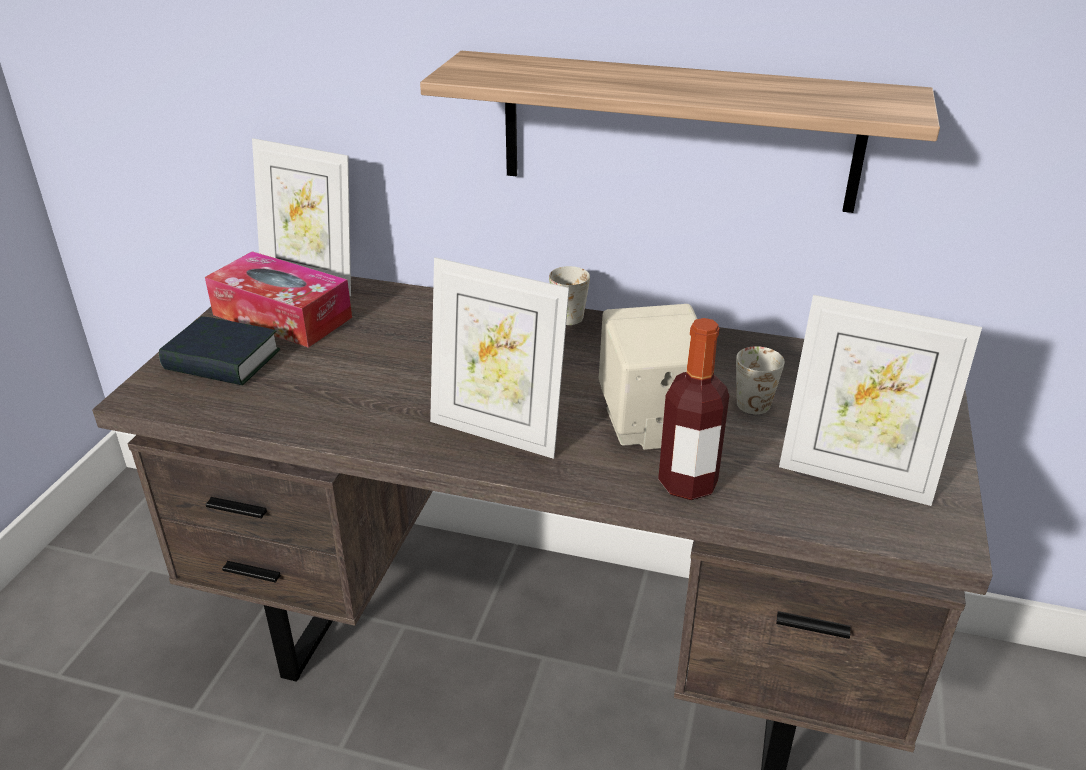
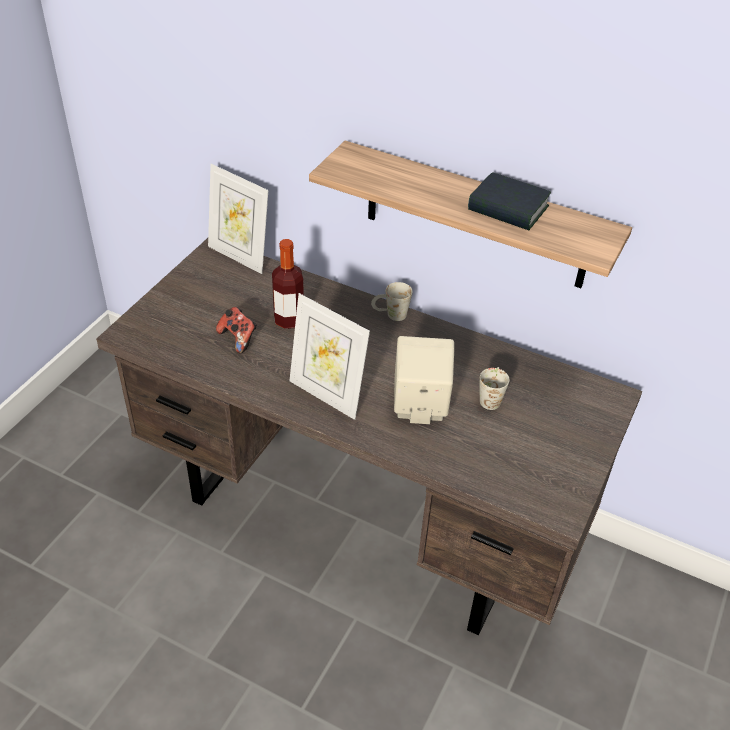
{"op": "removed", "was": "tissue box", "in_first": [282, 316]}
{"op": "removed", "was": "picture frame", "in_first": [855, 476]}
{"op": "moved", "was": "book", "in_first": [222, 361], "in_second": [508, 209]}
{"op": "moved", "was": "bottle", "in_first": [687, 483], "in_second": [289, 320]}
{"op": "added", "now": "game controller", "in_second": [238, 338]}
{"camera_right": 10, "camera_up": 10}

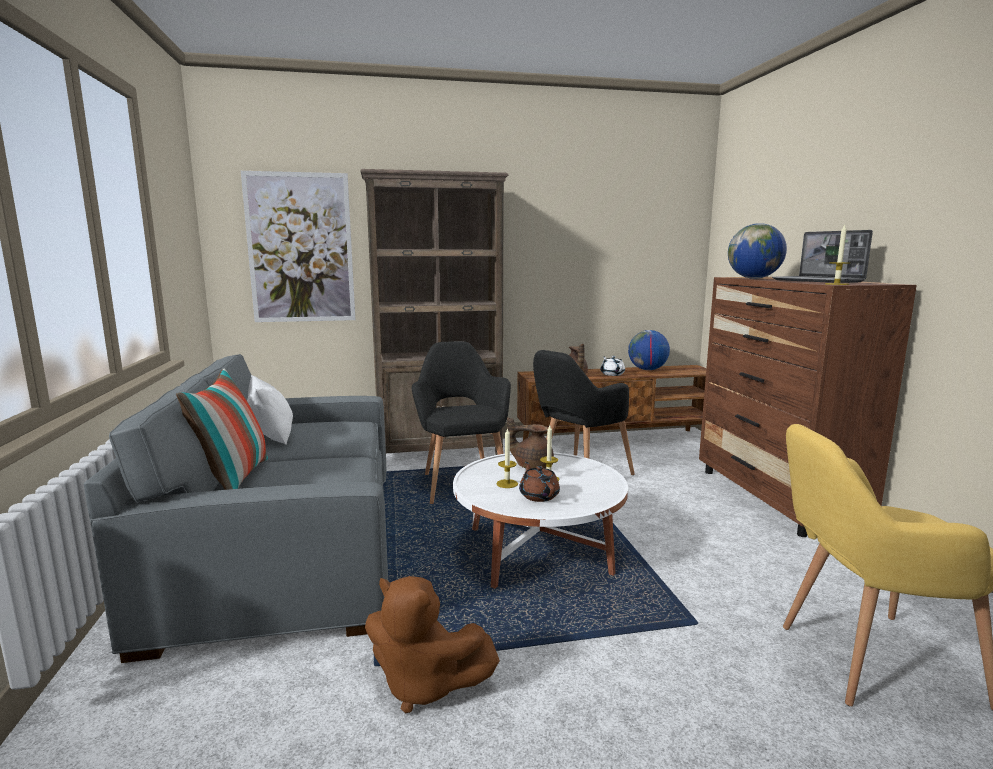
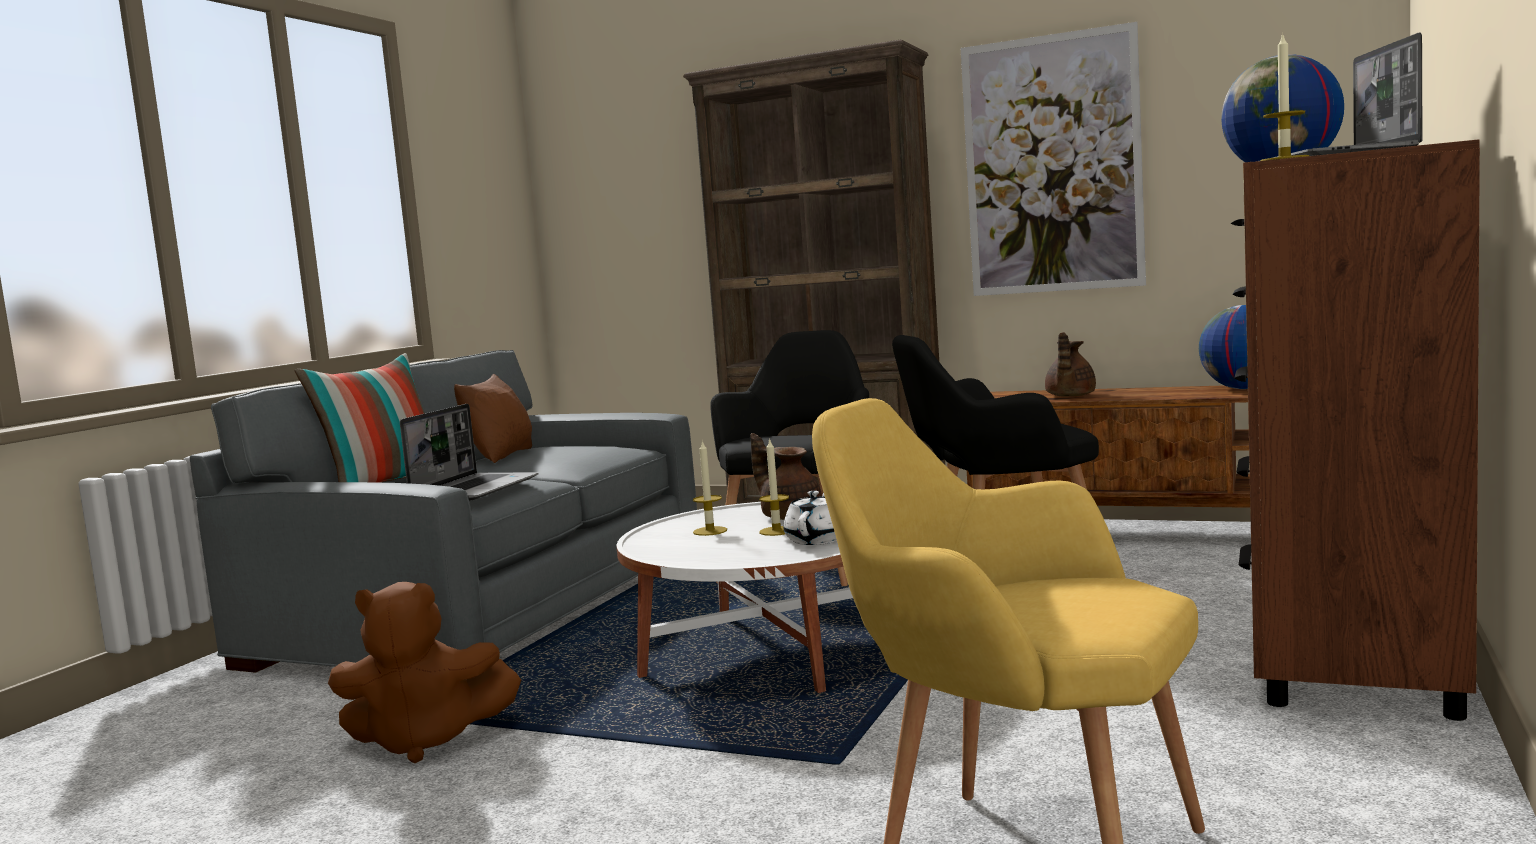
{"op": "moved", "was": "picture", "in_first": [300, 248], "in_second": [1052, 165]}
{"op": "moved", "was": "teapot (white)", "in_first": [612, 374], "in_second": [817, 540]}
{"op": "recoloured", "was": "pillow (white)", "now": "pillow (brown)", "in_first": [272, 437], "in_second": [500, 456]}
{"op": "removed", "was": "teapot (brown)", "in_first": [539, 495]}
{"op": "turned", "was": "plush toy (brown)", "in_first": [424, 684], "in_second": [425, 741], "clockwise": -60}
{"op": "added", "now": "laptop", "in_second": [475, 489]}
{"camera_right": 35, "camera_up": -5}

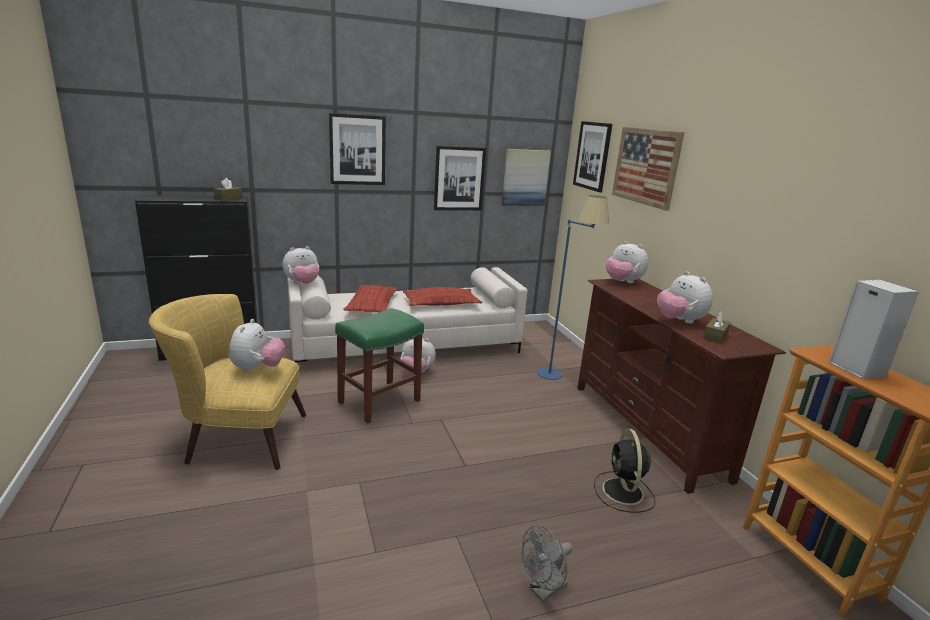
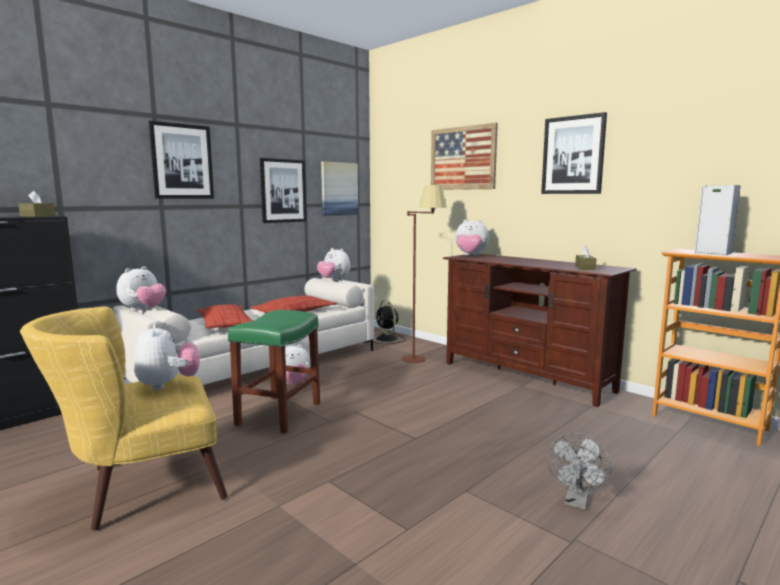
{"op": "moved", "was": "picture", "in_first": [592, 156], "in_second": [573, 155]}
{"op": "recoloured", "was": "floor lamp (blue)", "now": "floor lamp (brown)", "in_first": [560, 373], "in_second": [422, 357]}
{"op": "moved", "was": "plush toy", "in_first": [679, 321], "in_second": [334, 280]}
{"op": "moved", "was": "fan (black)", "in_first": [623, 492], "in_second": [387, 339]}
{"camera_right": -25, "camera_up": -10}

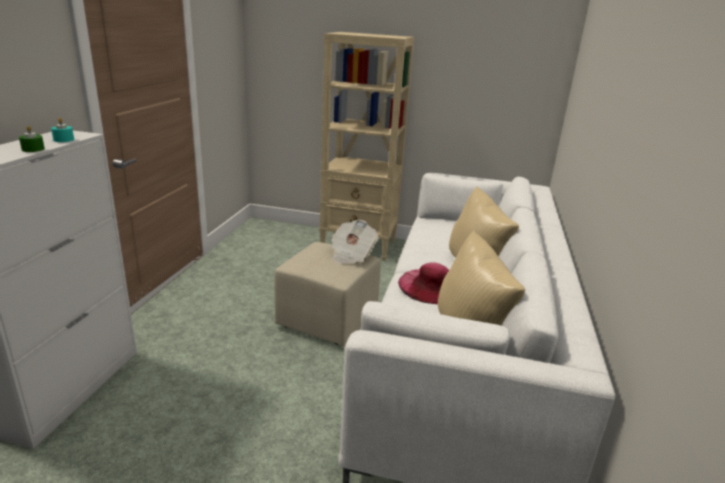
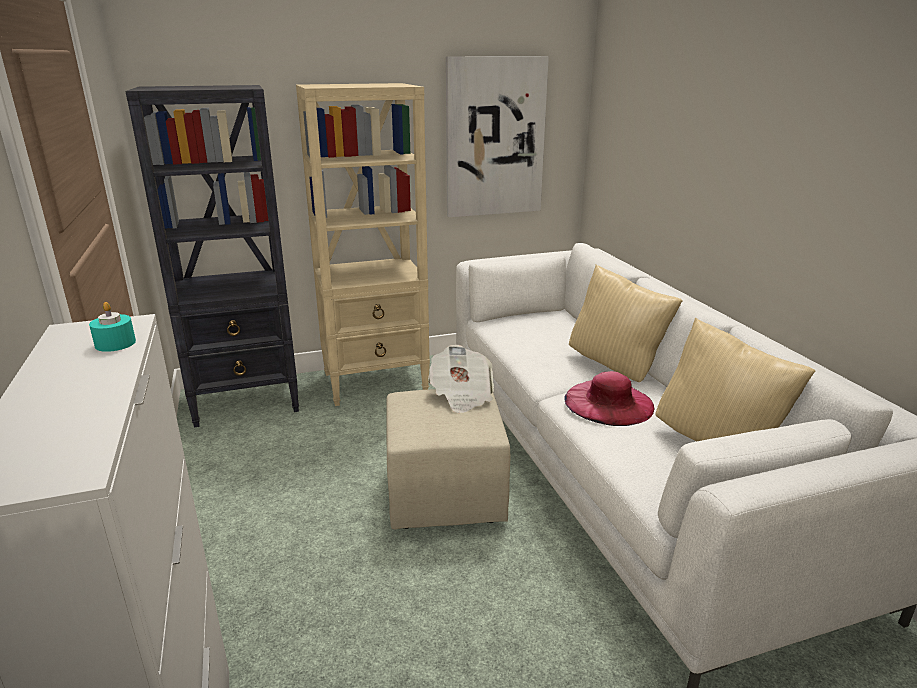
{"op": "removed", "was": "candle (green)", "in_first": [33, 149]}
{"op": "added", "now": "picture", "in_second": [494, 138]}
{"op": "added", "now": "bookcase (black)", "in_second": [248, 401]}
{"camera_right": -30, "camera_up": 0}

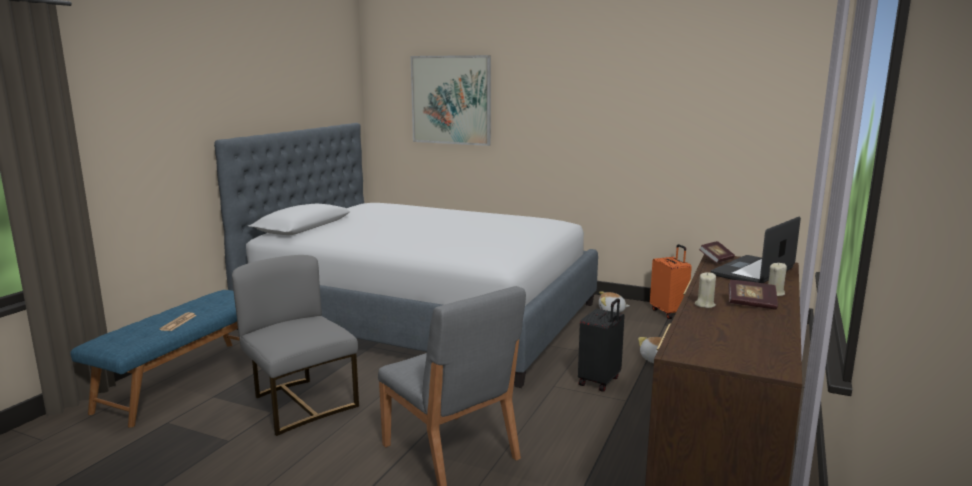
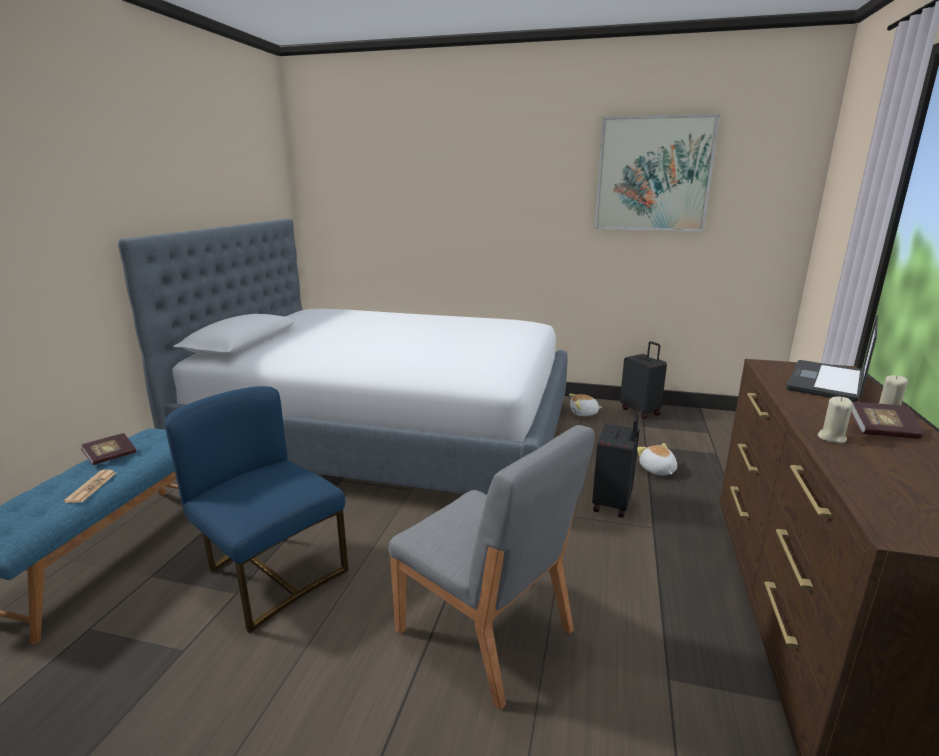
{"op": "moved", "was": "picture", "in_first": [451, 100], "in_second": [653, 174]}
{"op": "moved", "was": "book", "in_first": [716, 260], "in_second": [111, 457]}
{"op": "recoloured", "was": "suitcase (orange)", "now": "suitcase (black)", "in_first": [669, 312], "in_second": [640, 411]}
{"op": "recoloured", "was": "chair (grey)", "now": "chair (blue)", "in_first": [300, 403], "in_second": [271, 574]}
{"camera_right": -10, "camera_up": 5}

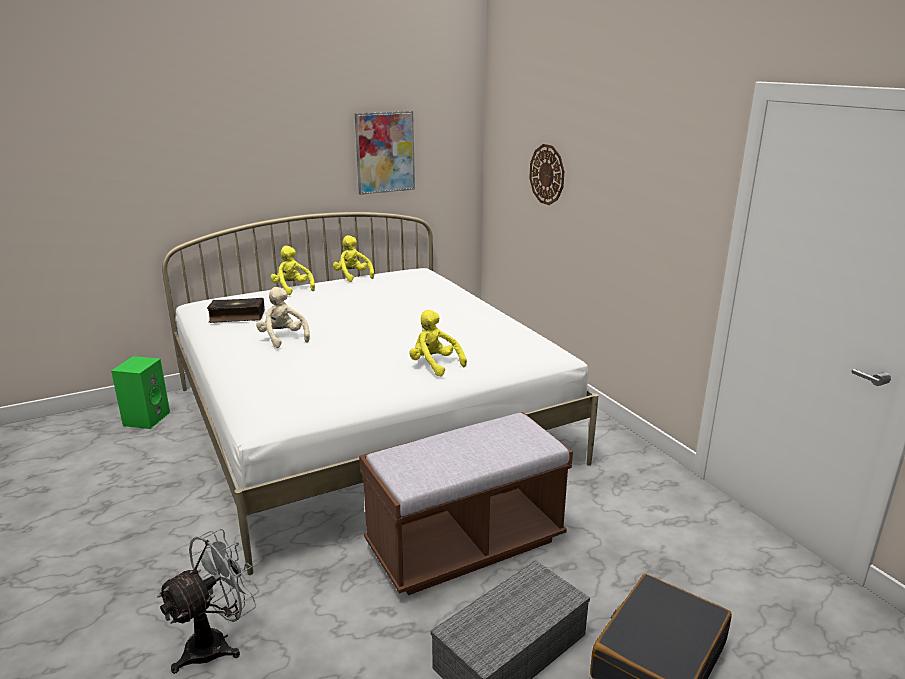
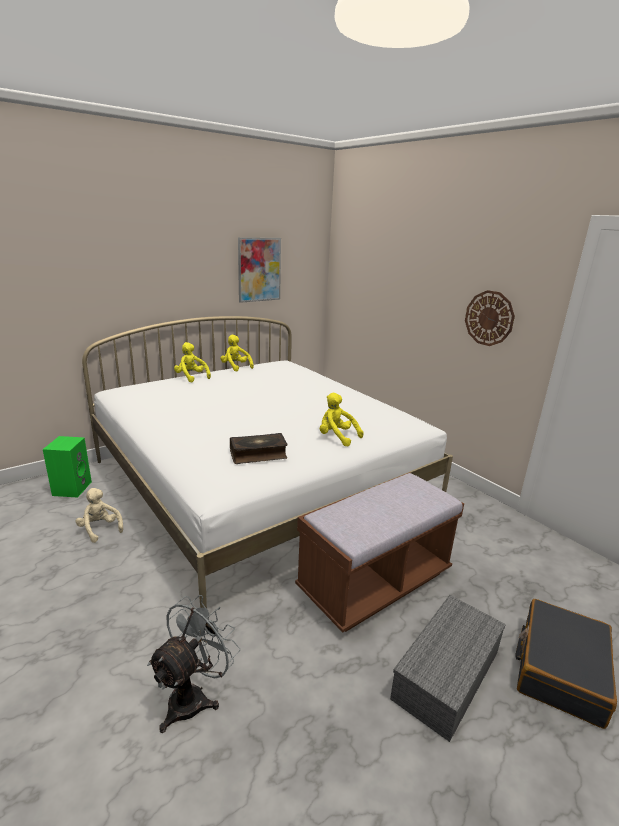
{"op": "moved", "was": "wall clock", "in_first": [547, 174], "in_second": [489, 318]}
{"op": "moved", "was": "plush toy (beige)", "in_first": [283, 338], "in_second": [100, 529]}
{"op": "moved", "was": "book", "in_first": [237, 316], "in_second": [258, 454]}
{"camera_right": -10, "camera_up": 0}

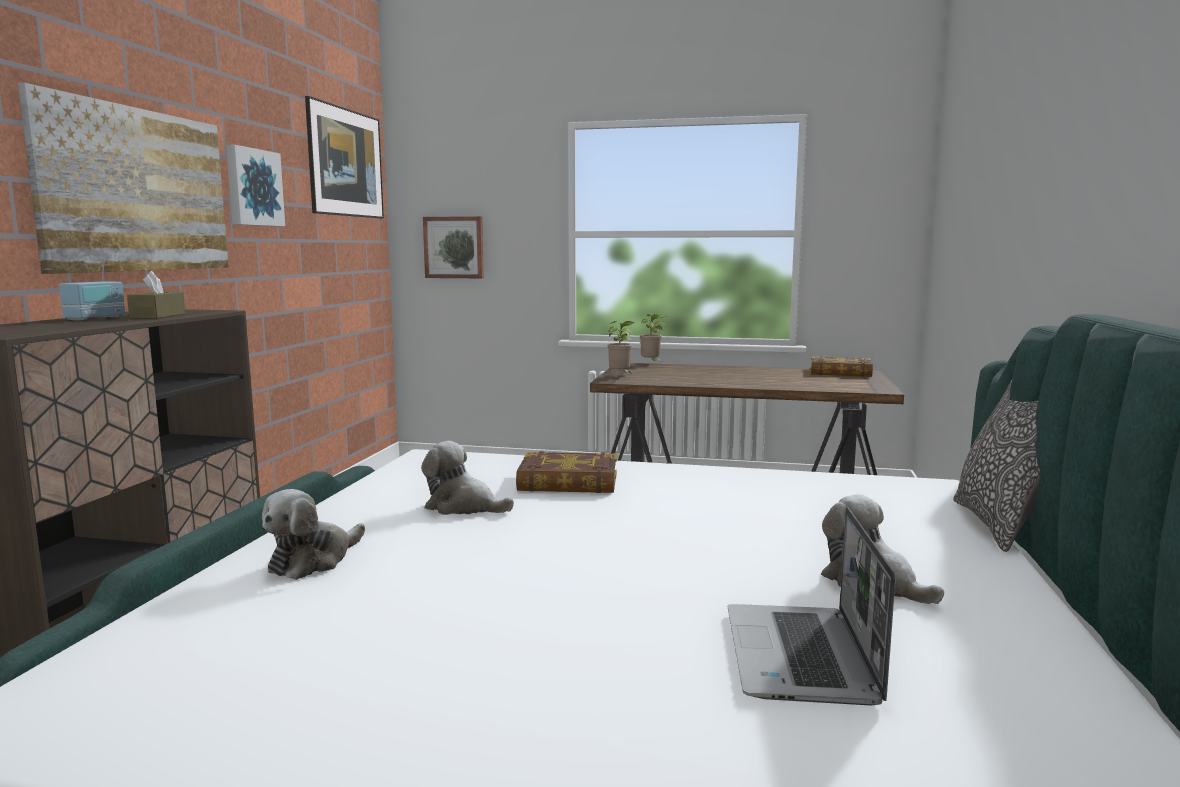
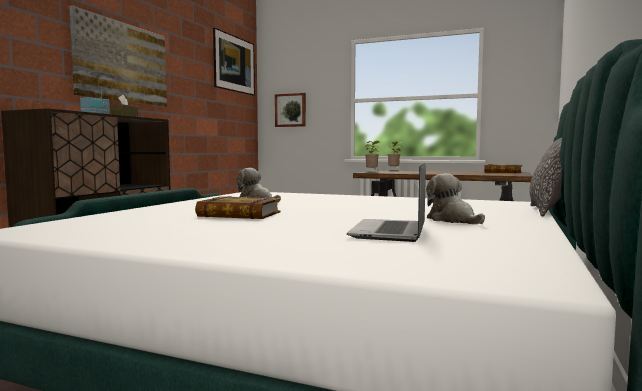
{"op": "removed", "was": "picture", "in_first": [253, 187]}
{"op": "moved", "was": "book", "in_first": [568, 482], "in_second": [239, 214]}
{"op": "removed", "was": "plush toy", "in_first": [313, 560]}
{"camera_right": 10, "camera_up": -5}

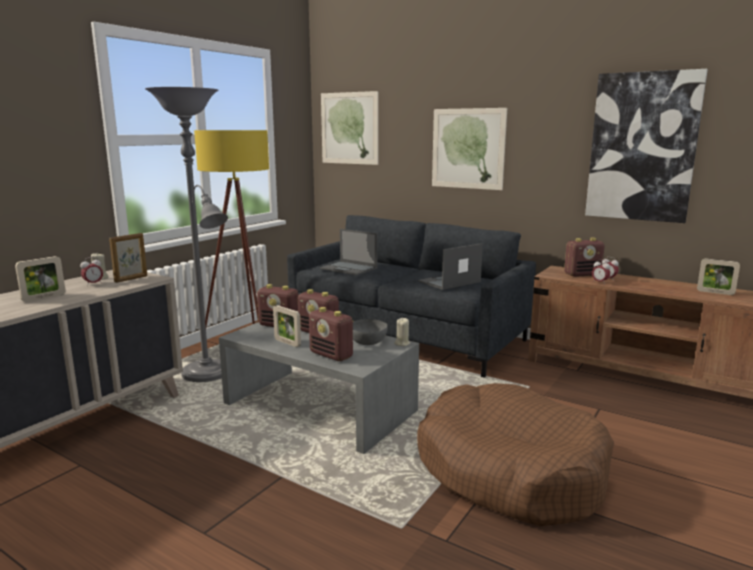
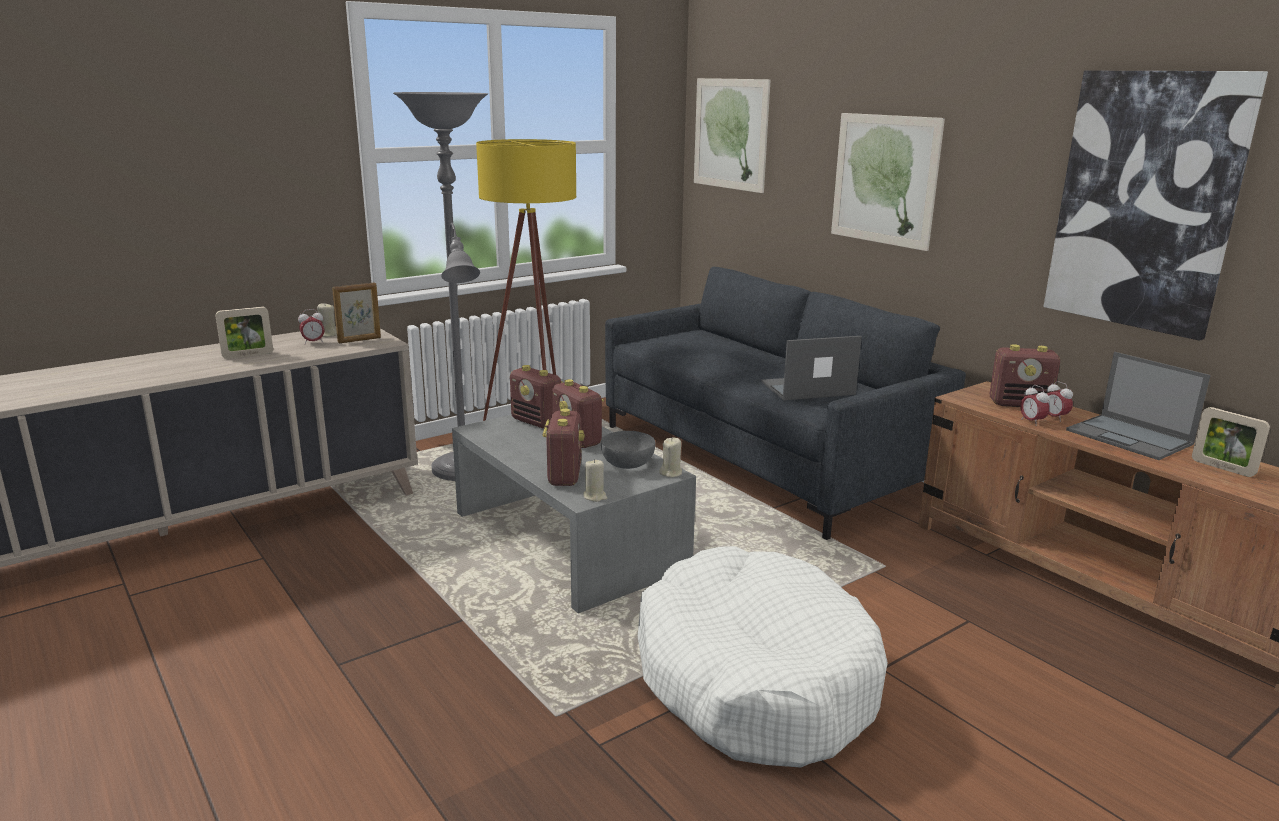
{"op": "moved", "was": "laptop", "in_first": [349, 268], "in_second": [1130, 437]}
{"op": "removed", "was": "picture frame", "in_first": [287, 343]}
{"op": "turned", "was": "radio", "in_first": [331, 355], "in_second": [564, 475], "clockwise": -150}
{"op": "recoloured", "was": "dog bed (brown)", "now": "dog bed (white)", "in_first": [509, 470], "in_second": [754, 678]}
{"op": "added", "now": "candle (beige)", "in_second": [595, 496]}
{"camera_right": 20, "camera_up": 5}

